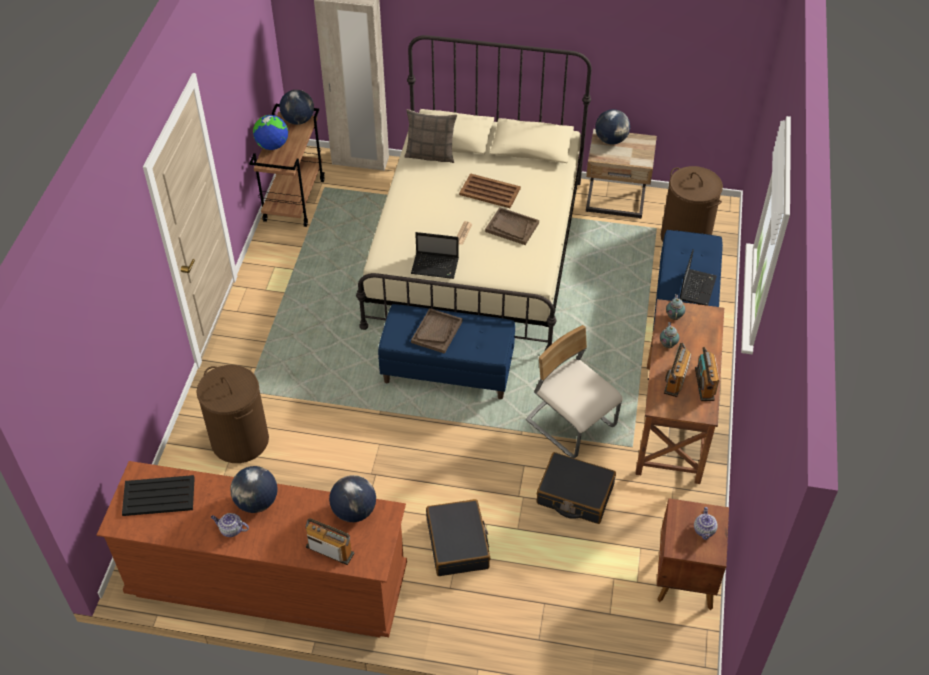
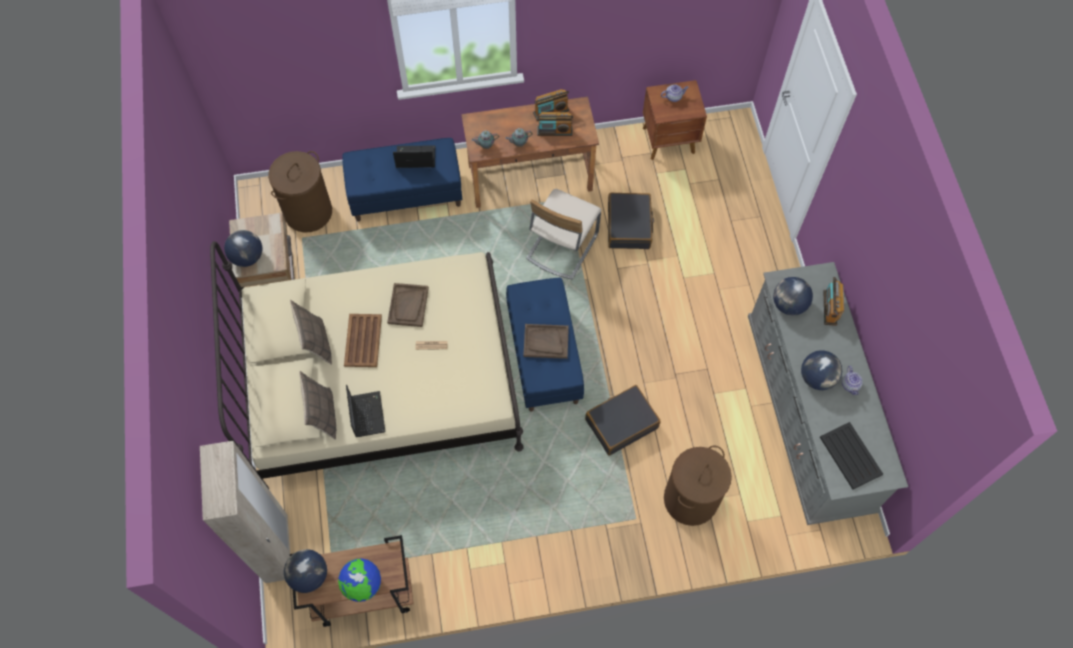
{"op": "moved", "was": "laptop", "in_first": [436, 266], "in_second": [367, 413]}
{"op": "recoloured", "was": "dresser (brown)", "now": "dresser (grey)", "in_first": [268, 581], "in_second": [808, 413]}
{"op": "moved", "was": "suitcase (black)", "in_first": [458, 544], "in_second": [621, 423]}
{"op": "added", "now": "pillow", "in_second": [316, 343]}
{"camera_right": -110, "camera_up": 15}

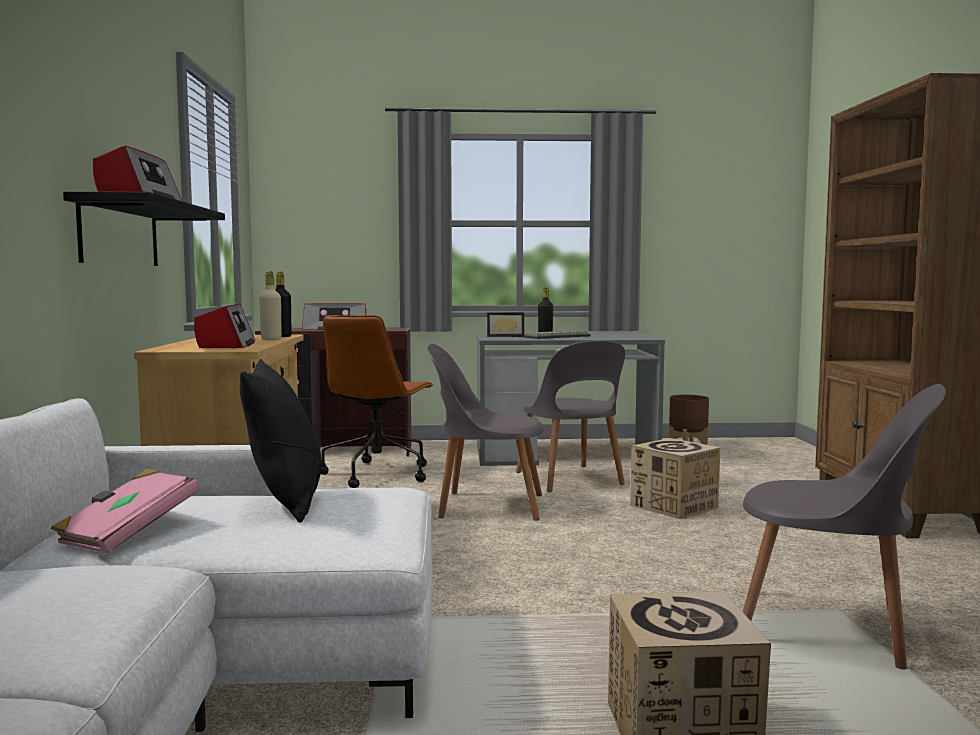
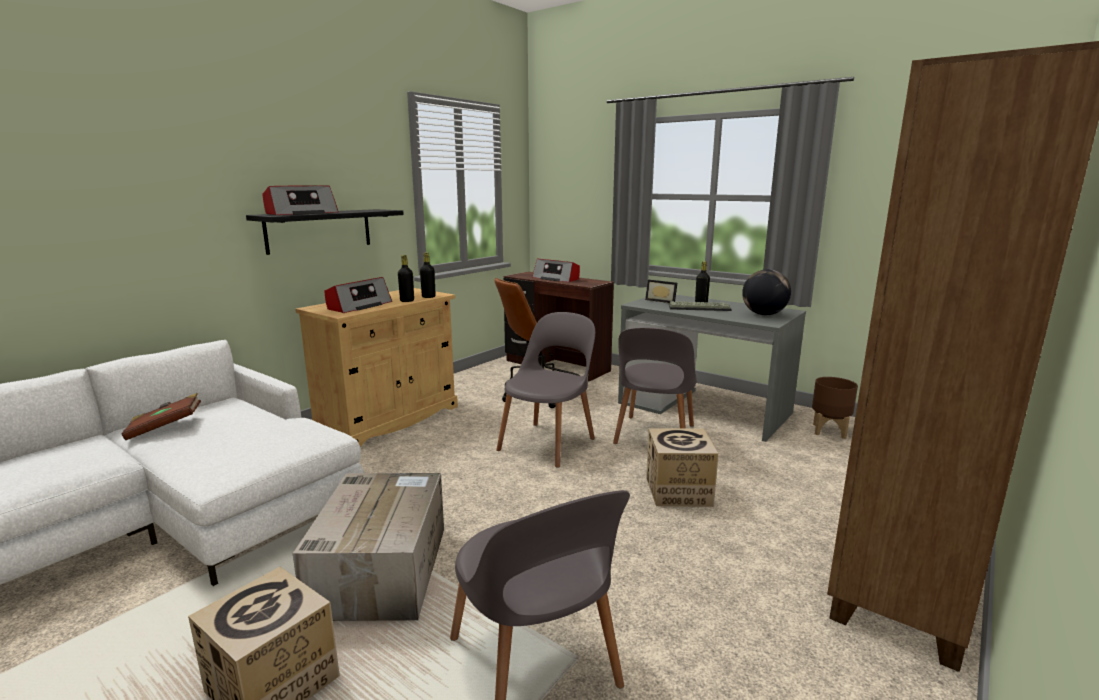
{"op": "recoloured", "was": "bottle (beige)", "now": "bottle (black)", "in_first": [271, 339], "in_second": [407, 301]}
{"op": "turned", "was": "chair (grey)", "in_first": [486, 505], "in_second": [549, 442], "clockwise": 75}
{"op": "removed", "was": "pillow (black)", "in_first": [286, 502]}
{"op": "recoloured", "was": "book (pink)", "now": "book (brown)", "in_first": [128, 534], "in_second": [165, 428]}
{"op": "added", "now": "globe", "in_second": [764, 314]}
{"op": "added", "now": "cardboard box", "in_second": [381, 568]}
{"camera_right": 40, "camera_up": 10}

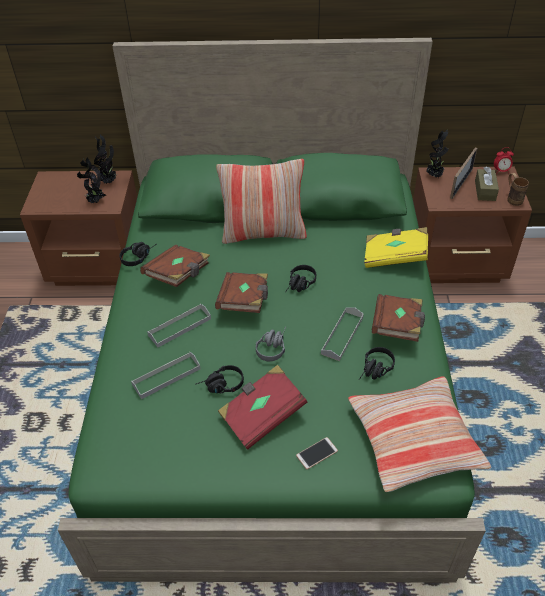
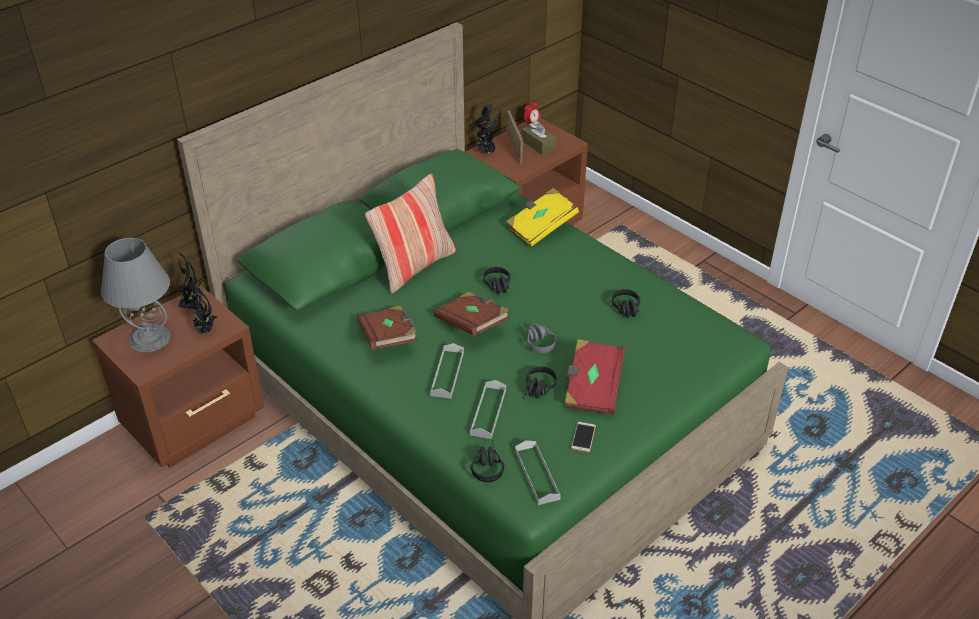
{"op": "removed", "was": "mug (brown)", "in_first": [512, 198]}
{"op": "moved", "was": "headphones (black)", "in_first": [139, 256], "in_second": [487, 465]}
{"op": "removed", "was": "book (brown)", "in_first": [397, 326]}
{"op": "moved", "was": "tray (grey)", "in_first": [342, 335], "in_second": [537, 474]}
{"op": "removed", "was": "pillow", "in_first": [414, 440]}
{"op": "moved", "was": "phone", "in_first": [317, 453], "in_second": [583, 437]}
{"op": "added", "now": "table lamp (grey)", "in_second": [150, 338]}
{"camera_right": -45, "camera_up": -5}

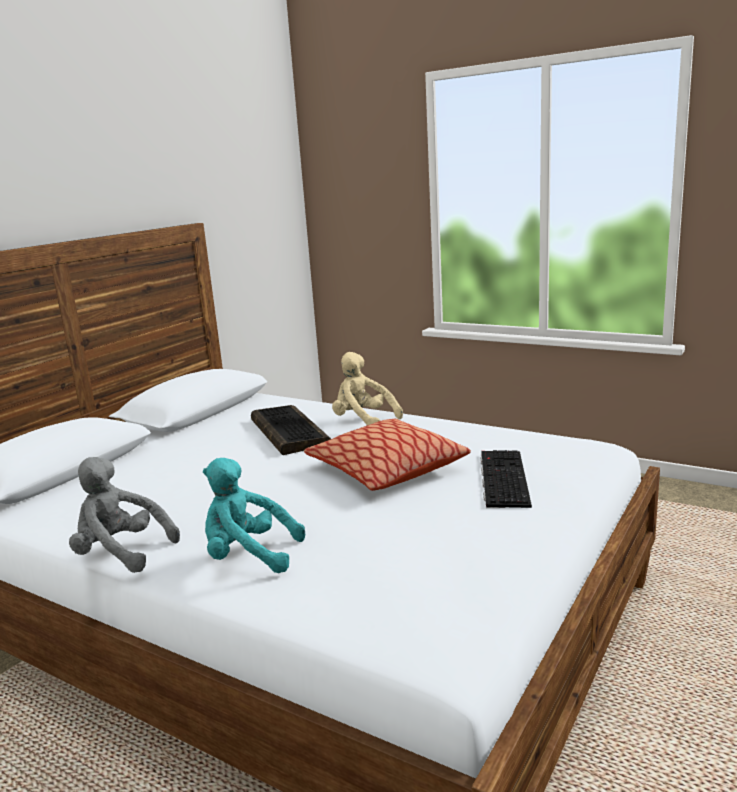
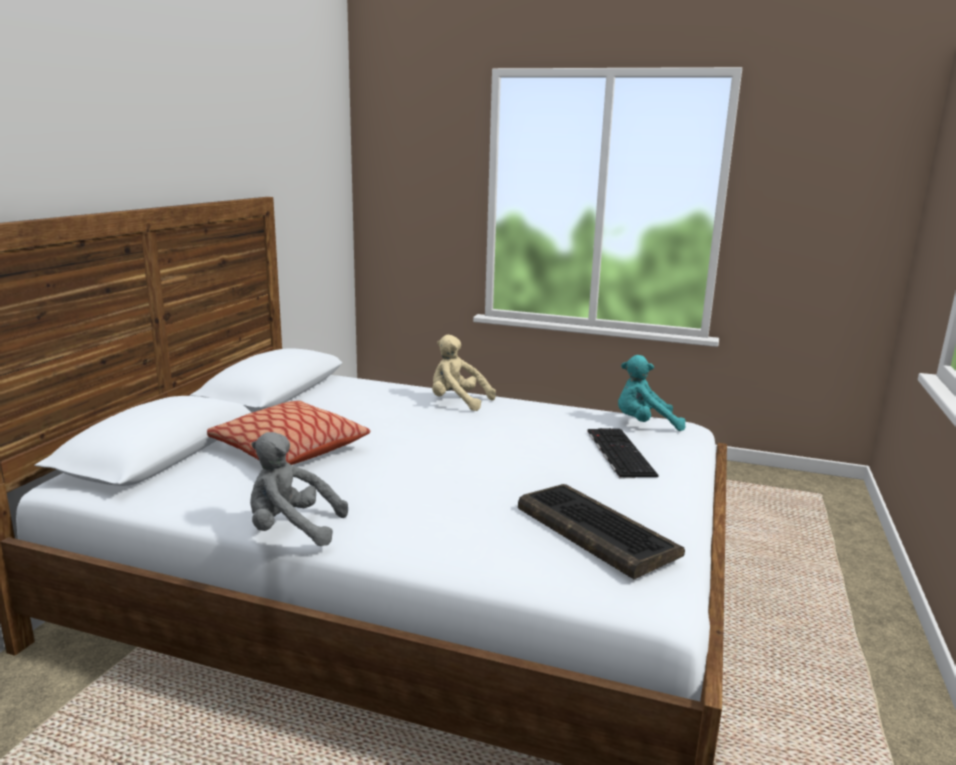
{"op": "moved", "was": "keyboard", "in_first": [288, 431], "in_second": [594, 531]}
{"op": "moved", "was": "pillow", "in_first": [386, 470], "in_second": [288, 450]}
{"op": "moved", "was": "plush toy (turquoise)", "in_first": [249, 556], "in_second": [644, 424]}
{"camera_right": -15, "camera_up": 0}

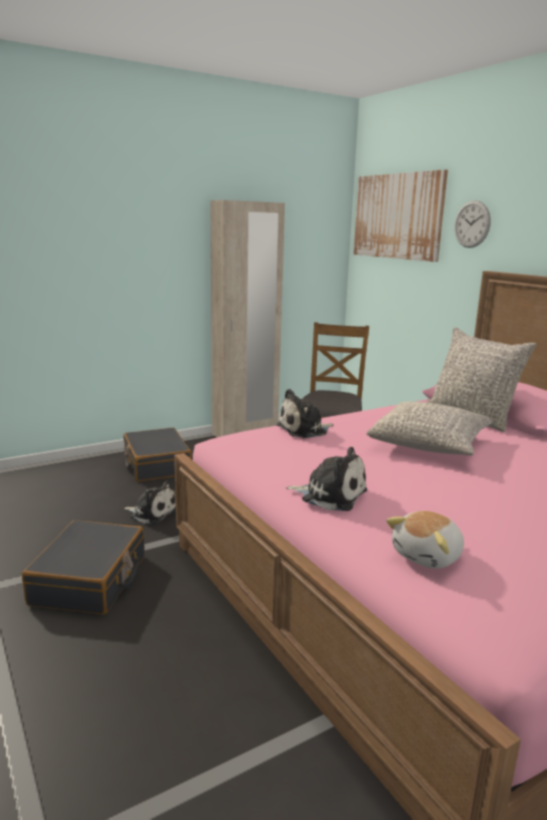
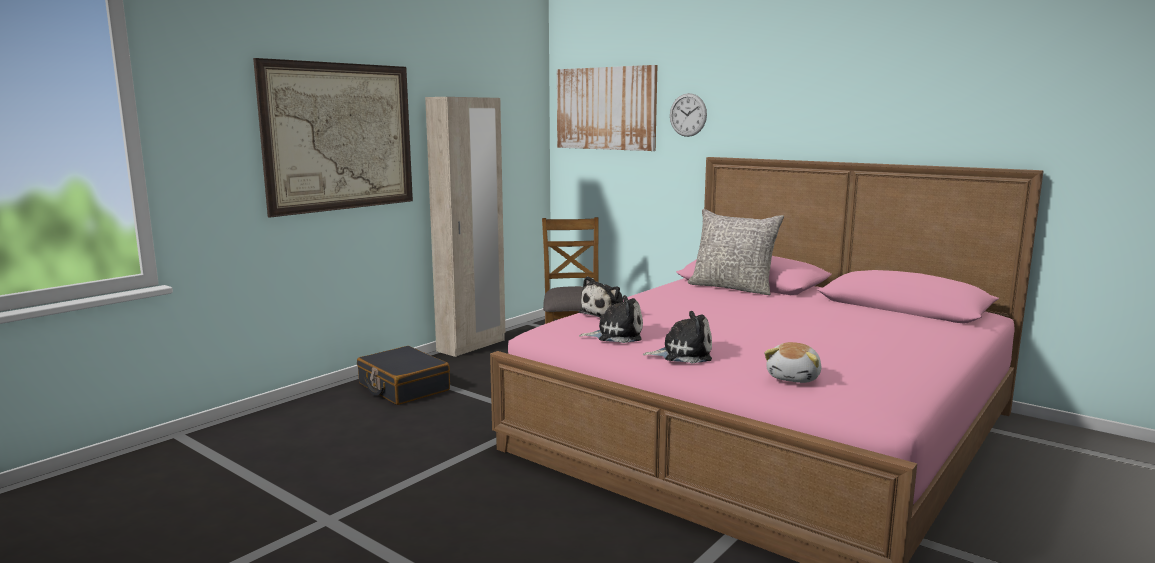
{"op": "removed", "was": "pillow (grey)", "in_first": [429, 444]}
{"op": "moved", "was": "plush toy", "in_first": [151, 513], "in_second": [616, 335]}
{"op": "removed", "was": "suitcase (black)", "in_first": [90, 580]}
{"op": "added", "now": "picture", "in_second": [340, 137]}
{"camera_right": -20, "camera_up": -5}

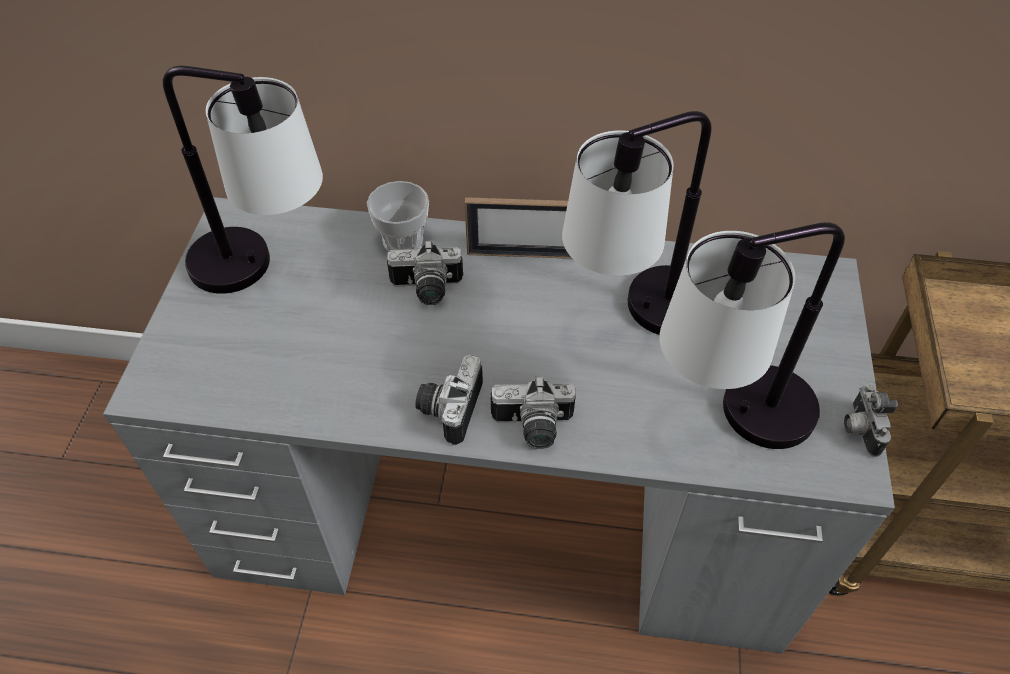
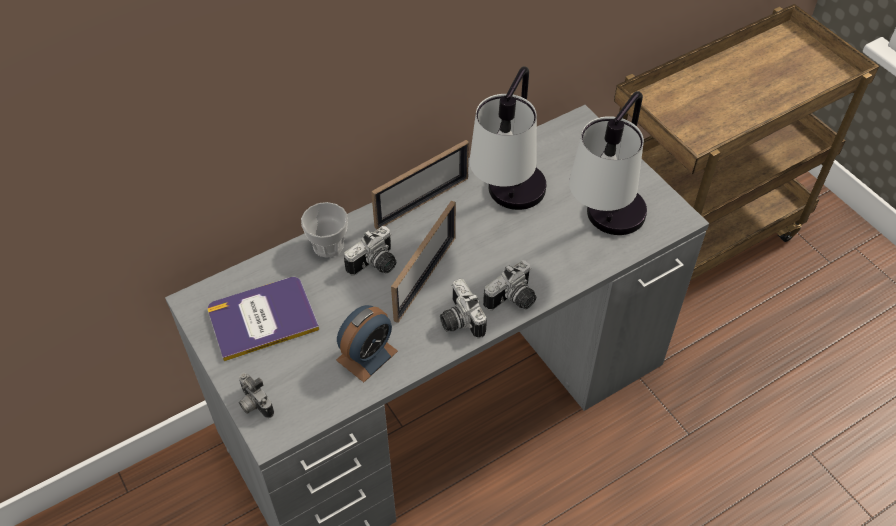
{"op": "replaced", "was": "table lamp", "now": "book", "in_first": [266, 271], "in_second": [262, 318]}
{"op": "moved", "was": "photo camera", "in_first": [858, 429], "in_second": [254, 404]}
{"op": "added", "now": "picture frame", "in_second": [425, 278]}
{"op": "added", "now": "alarm clock", "in_second": [367, 355]}
{"camera_right": -40, "camera_up": 0}

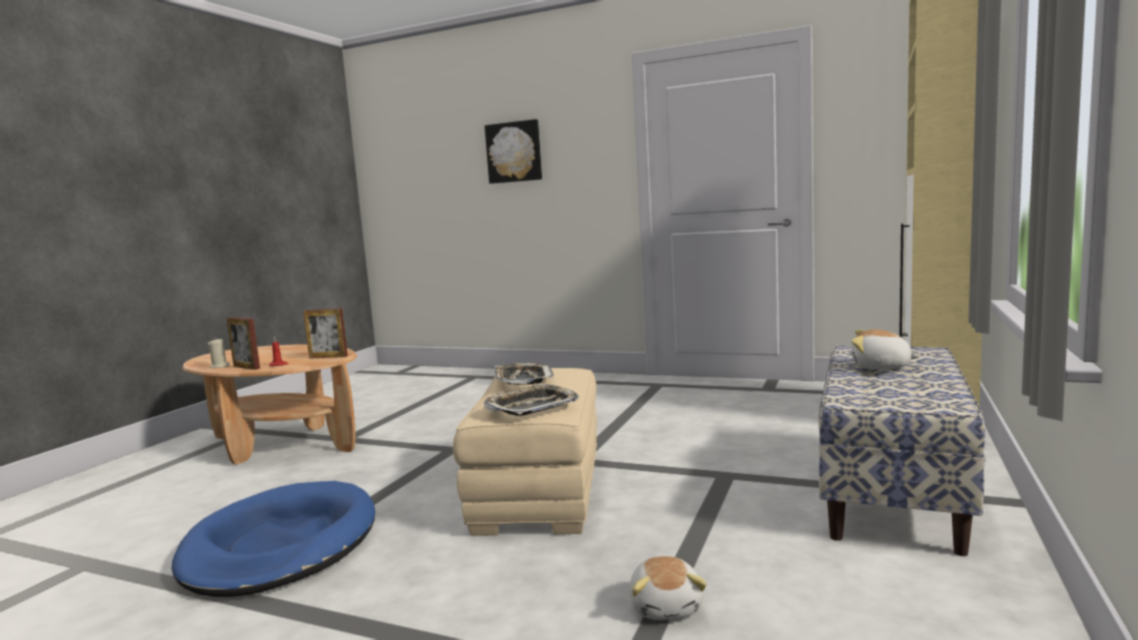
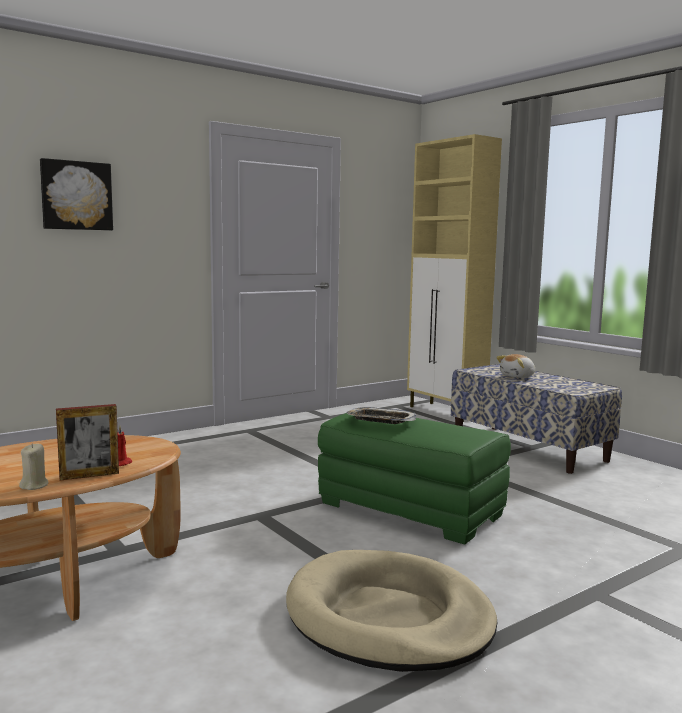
{"op": "removed", "was": "picture frame", "in_first": [328, 357]}
{"op": "recoloured", "was": "ottoman (beige)", "now": "ottoman (green)", "in_first": [540, 491], "in_second": [412, 509]}
{"op": "removed", "was": "tray", "in_first": [532, 407]}
{"op": "recoloured", "was": "dog bed (blue)", "now": "dog bed (beige)", "in_first": [280, 545], "in_second": [388, 617]}
{"op": "removed", "was": "plush toy", "in_first": [667, 606]}
{"camera_right": -60, "camera_up": 0}

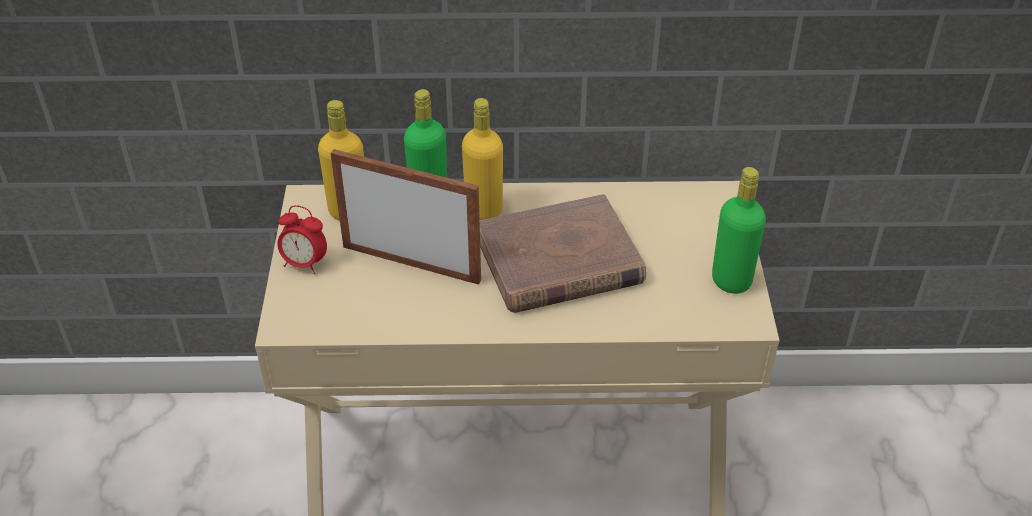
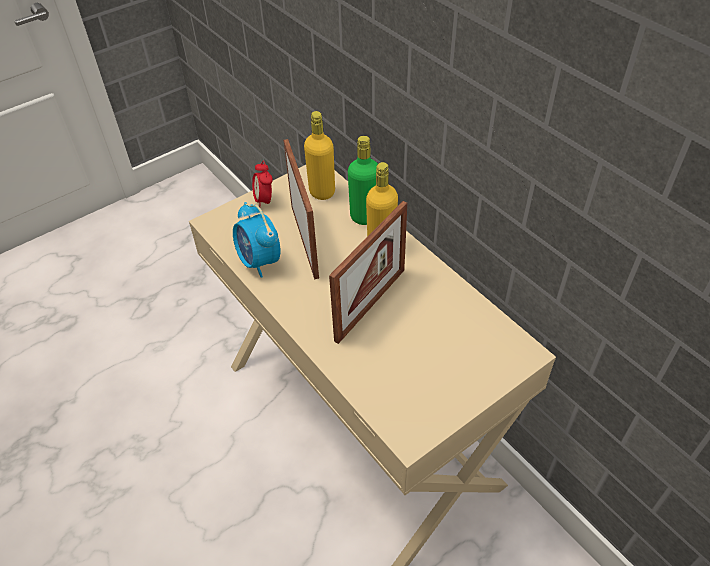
{"op": "removed", "was": "bottle (green)", "in_first": [731, 281]}
{"op": "replaced", "was": "book (brown)", "now": "picture frame", "in_first": [559, 261], "in_second": [370, 304]}
{"op": "added", "now": "alarm clock", "in_second": [259, 261]}
{"camera_right": 55, "camera_up": 5}

